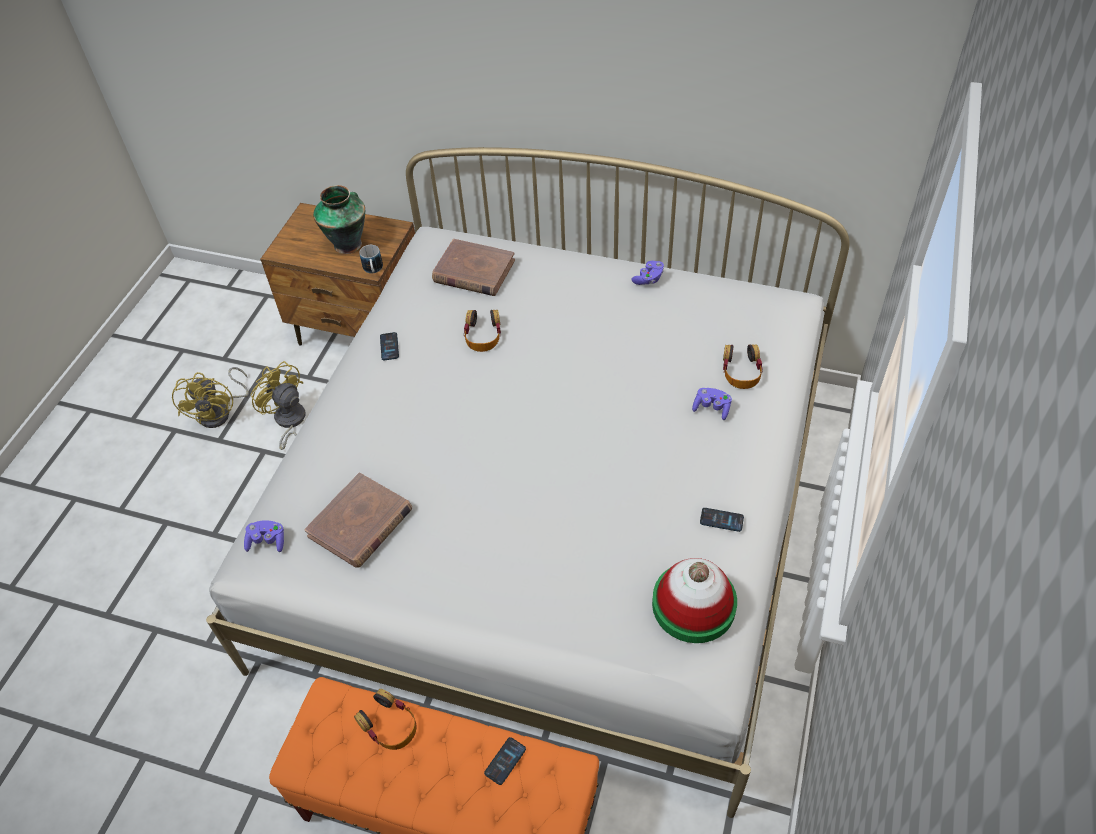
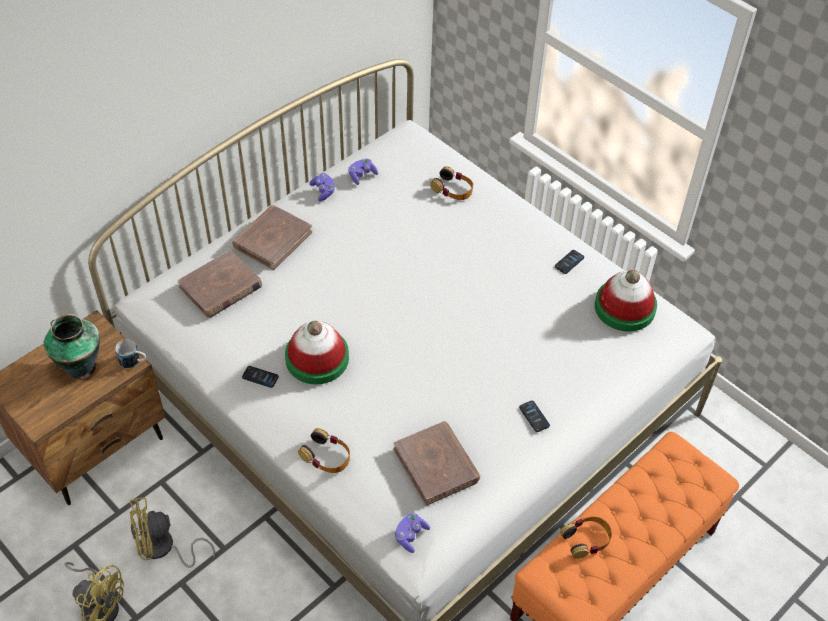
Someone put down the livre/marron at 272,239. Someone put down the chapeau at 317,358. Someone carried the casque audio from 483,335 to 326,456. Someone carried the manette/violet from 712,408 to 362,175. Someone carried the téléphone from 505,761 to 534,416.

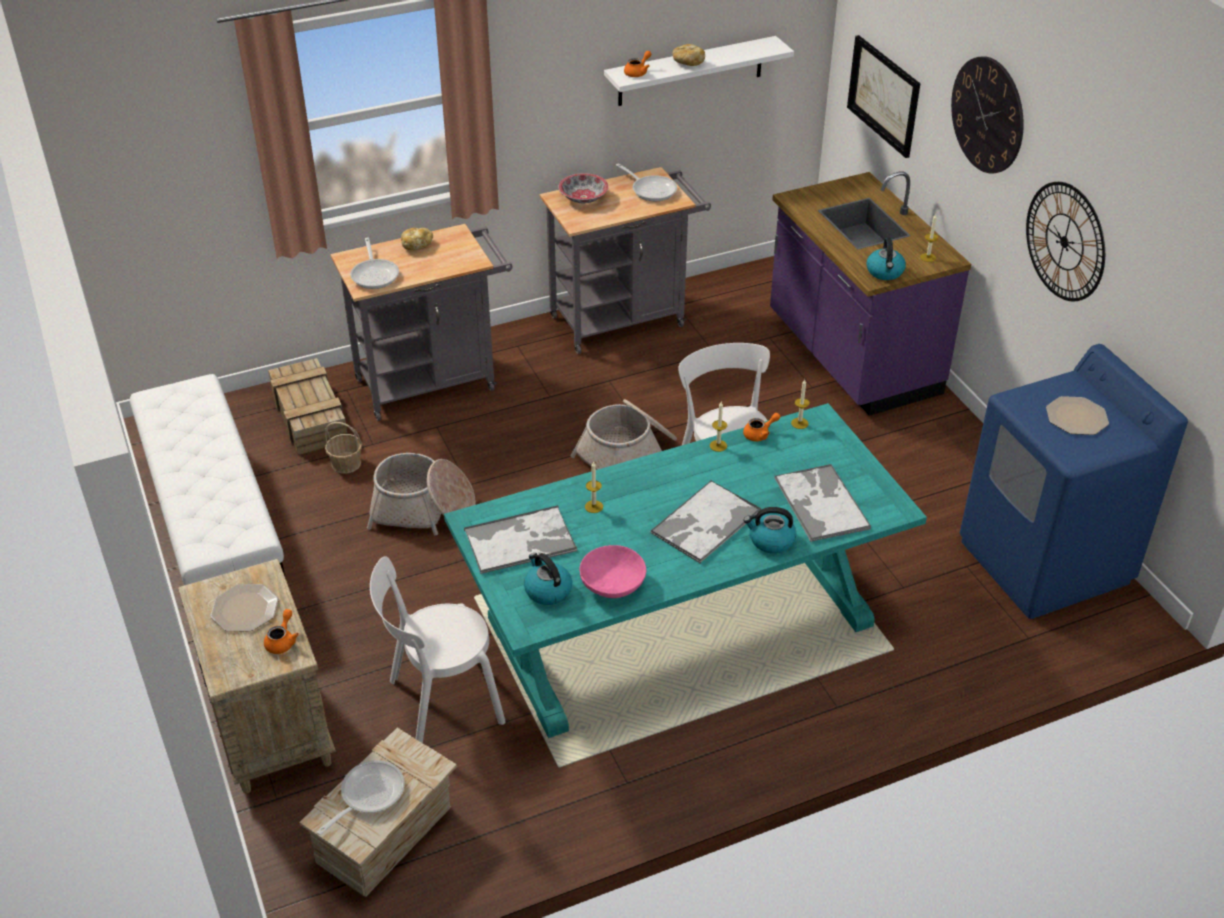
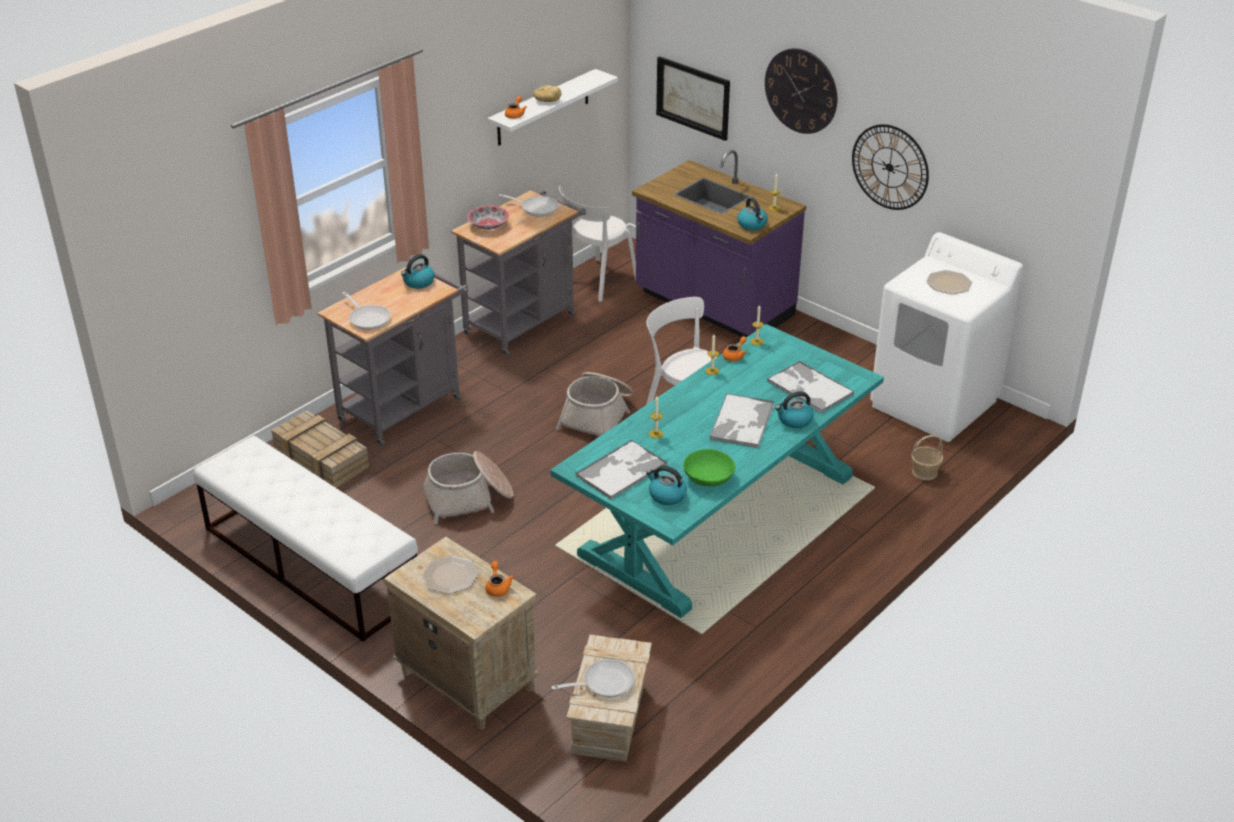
Someone put down the bouilloire at 418,282. Someone rotated the poêle at 368,795 by 60 degrees clockwise. Someone carried the chaise/blanc from 440,703 to 596,281. Someone repainted the bol/rose at 613,584, which became the bol/vert at 709,478. Someone repainted the lave-linge/bleu at 1045,562, which became the lave-linge/blanc at 934,404. Someone carried the panier from 346,463 to 925,472. Someone took away the pain at 417,245.

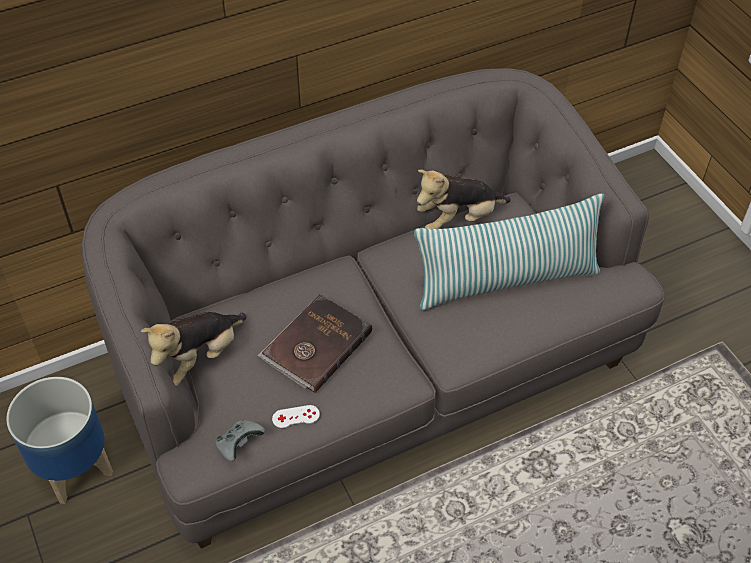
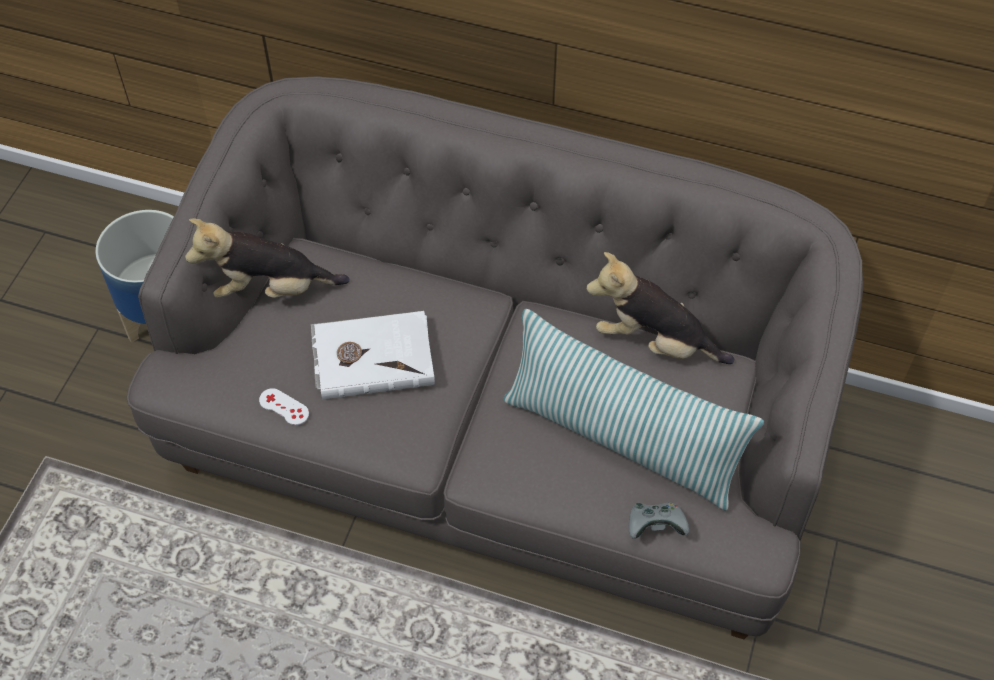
Someone repainted the livre/marron at 315,345, which became the livre/blanc at 372,356. Someone carried the manette/gris from 239,445 to 655,527.

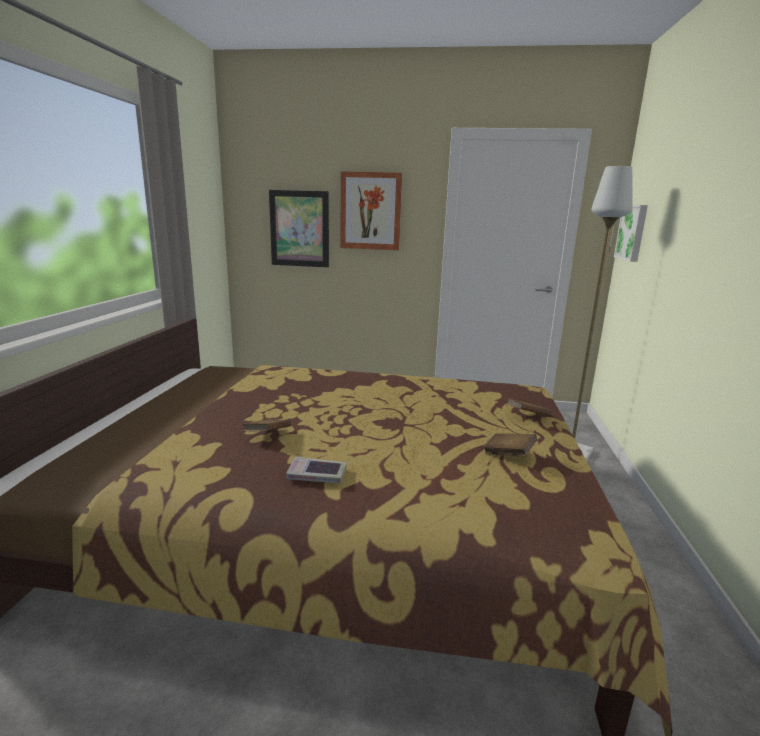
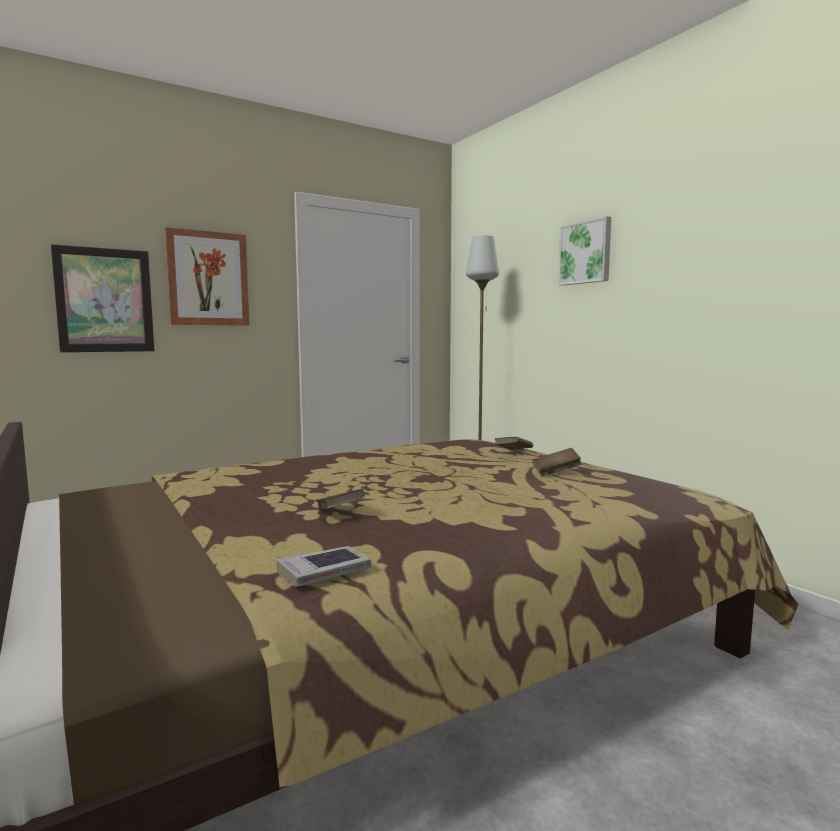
Someone carried the livre from 317,475 to 324,573. Someone carried the tableau from 632,233 to 585,253.

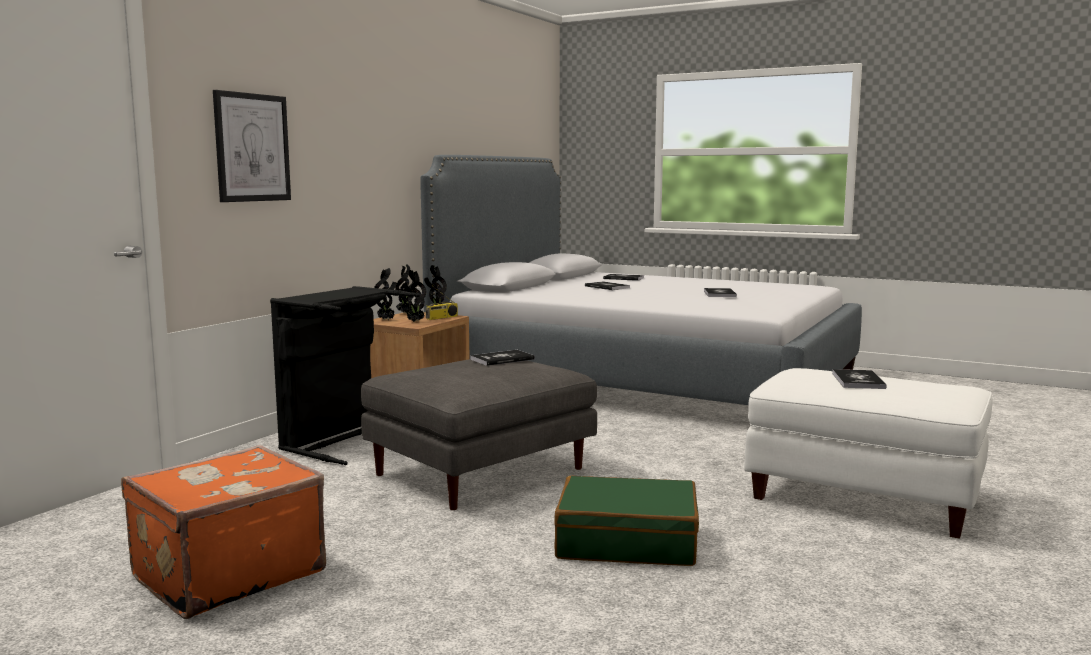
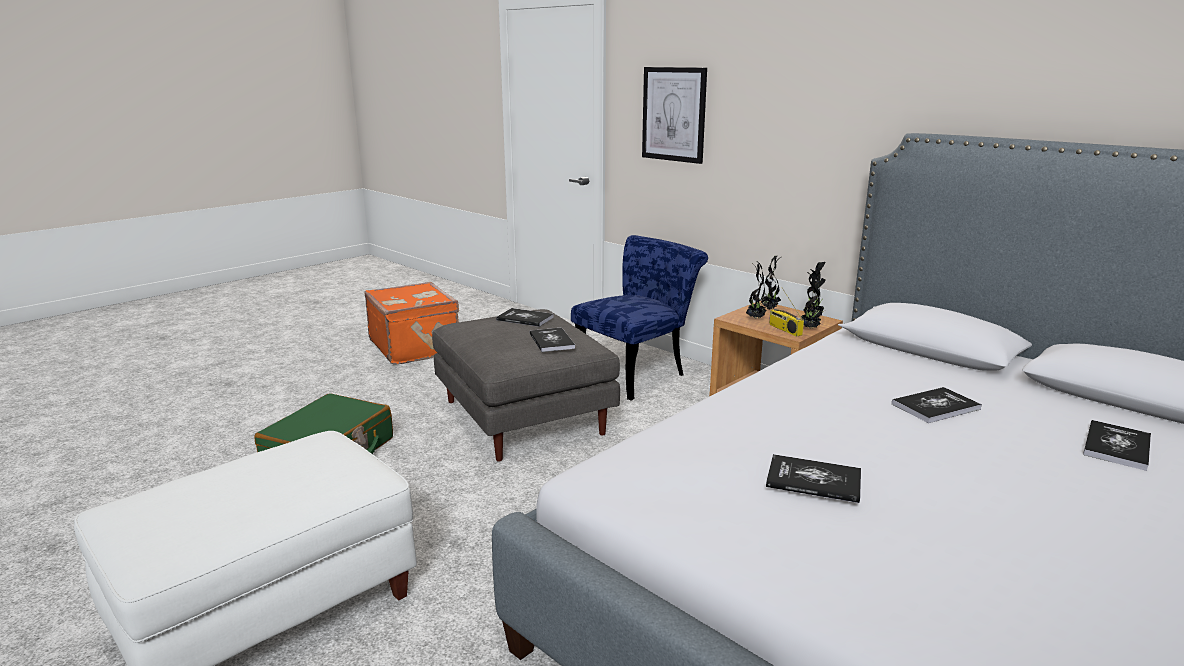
Someone carried the livre from 858,381 to 525,318. Someone swapped the panier à linge/noir at 342,441 for the chaise/bleu at 637,373.

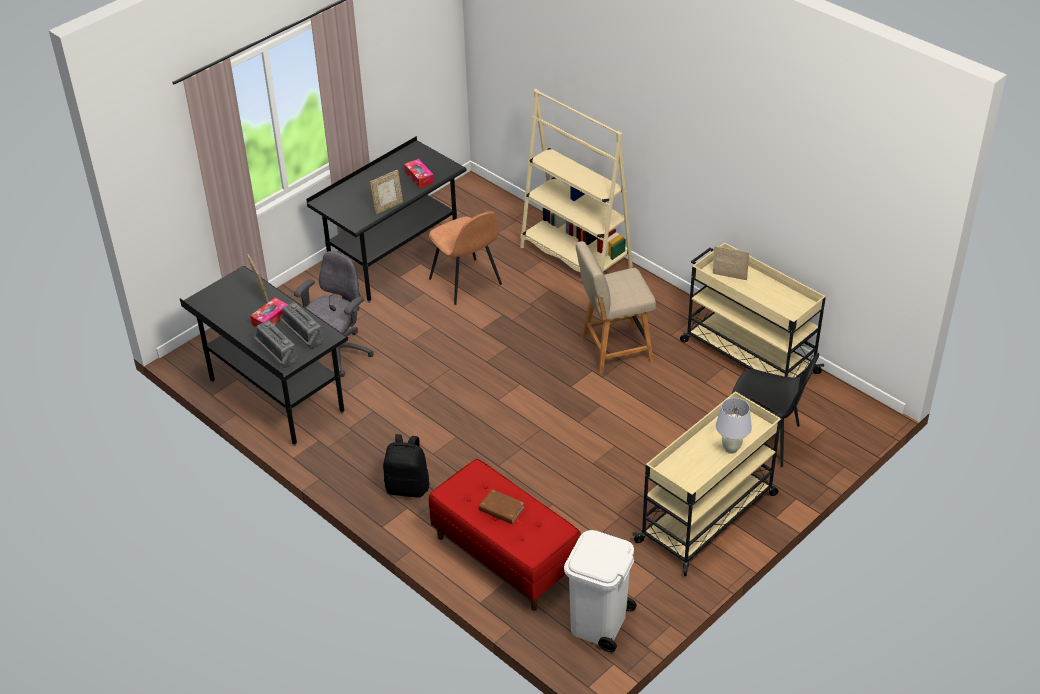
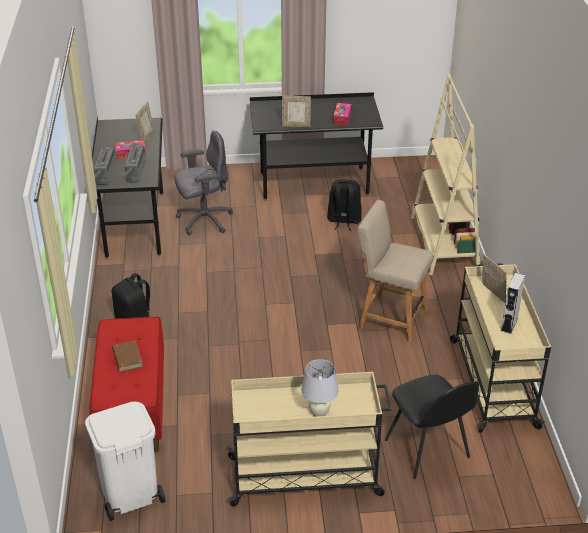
Someone swapped the chaise/marron at 466,283 for the sac à dos/noir at 343,220. Someone put down the enceinte/gris at 509,324.

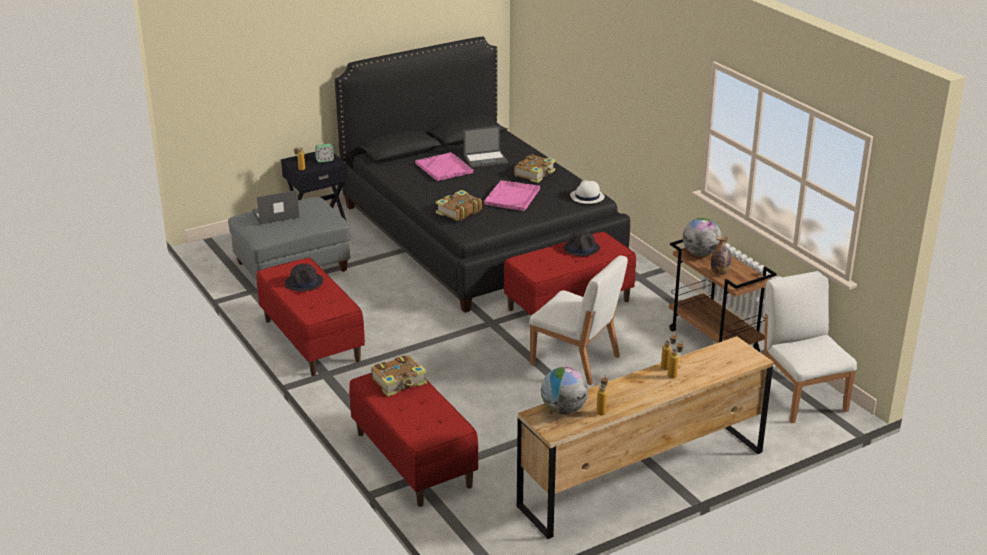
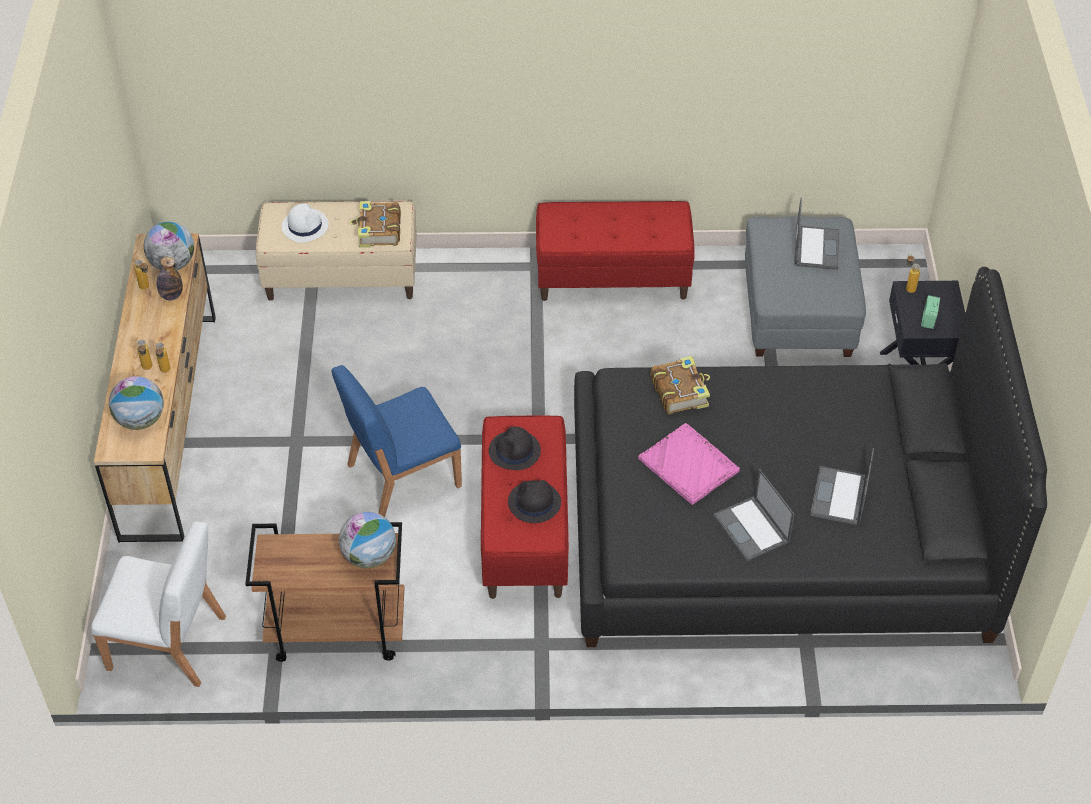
Someone put down the globe at 140,420. Someone carried the bouteille from 720,273 to 171,295. Someone repainted the banc/rouge at 412,459, which became the banc/beige at 342,276. Someone carried the chapeau/blanc from 587,197 to 305,226. Someone repainted the chaise/blanc at 576,361, which became the chaise/bleu at 402,475. Someone carried the chapeau/noir from 304,282 to 514,451. Someone swapped the livre at 535,174 for the ordinateur portable at 752,529. Someone took away the plateau/rose at 444,168.

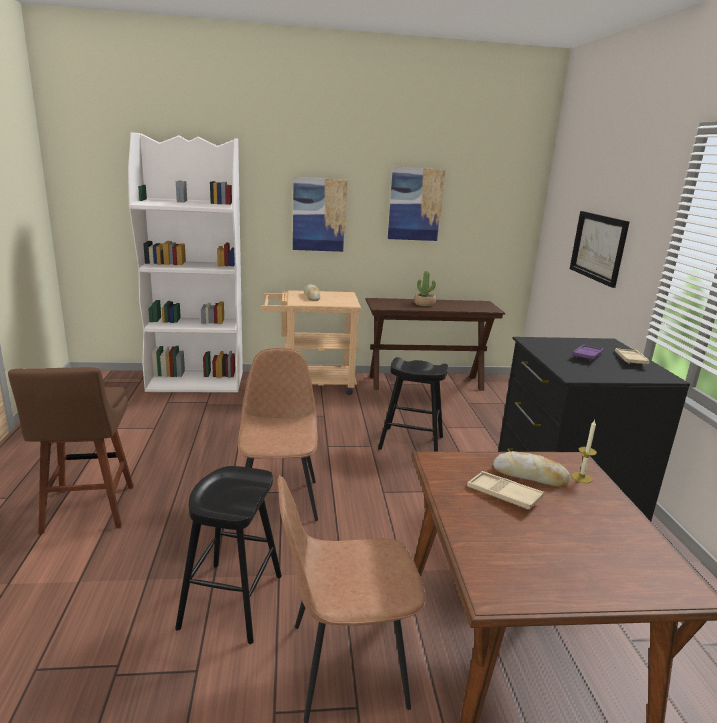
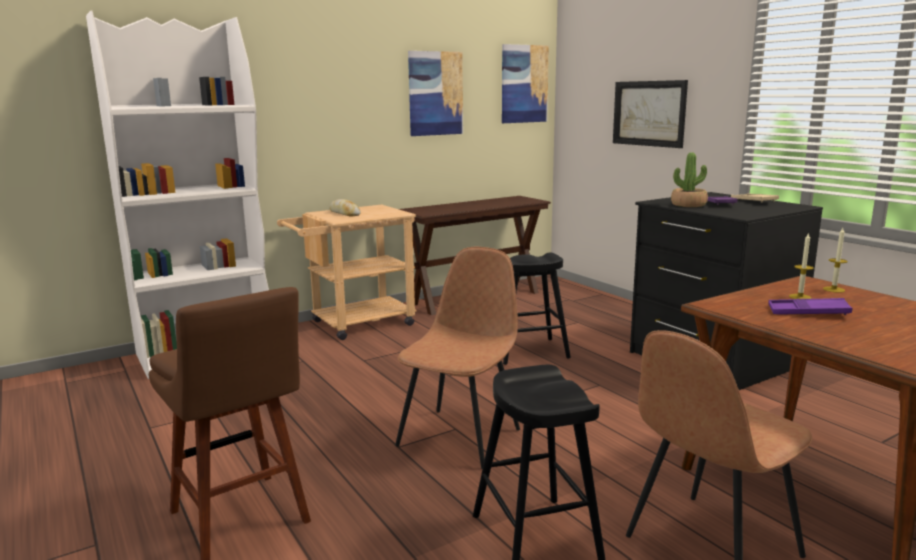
Someone rotated the chaise/marron at 278,499 by 60 degrees clockwise. Someone carried the tableau from 319,215 to 524,84. Someone carried the plante en pot from 424,304 to 688,205. Someone repainted the plateau/beige at 503,494, which became the plateau/violet at 808,312. Someone swapped the pain at 530,476 for the bougie at 800,297.

